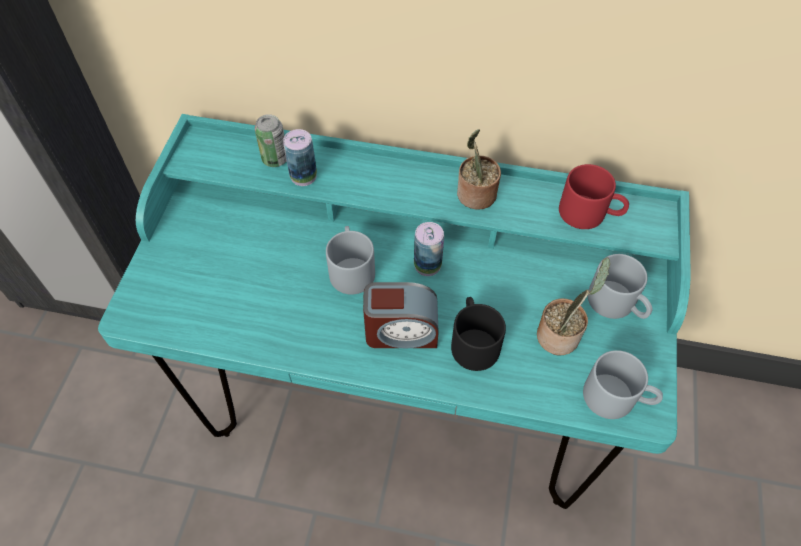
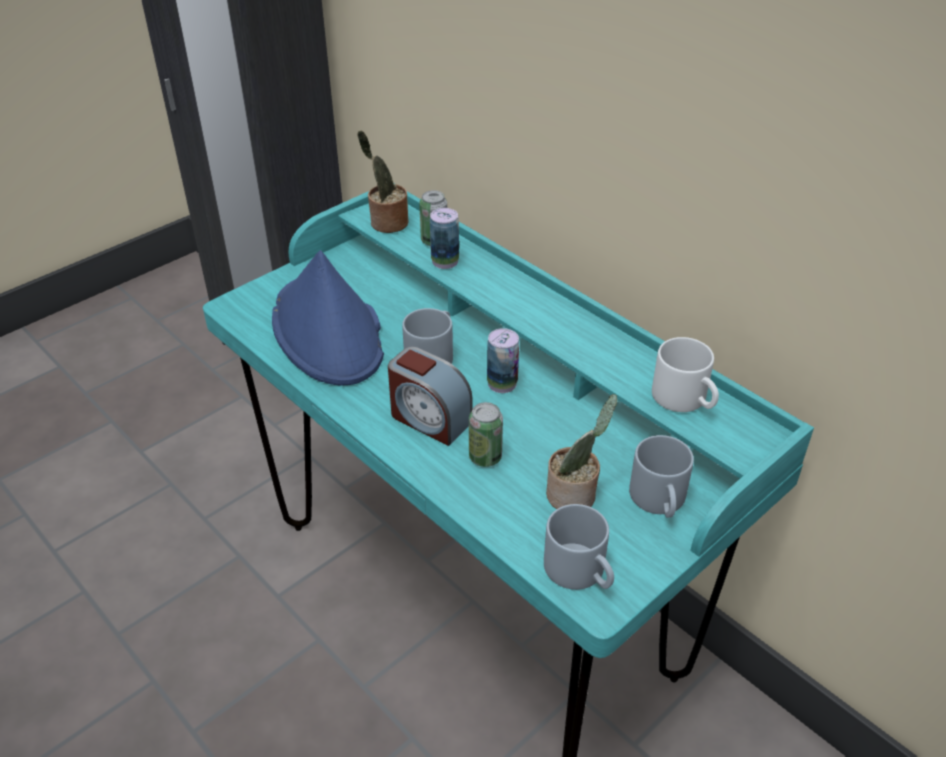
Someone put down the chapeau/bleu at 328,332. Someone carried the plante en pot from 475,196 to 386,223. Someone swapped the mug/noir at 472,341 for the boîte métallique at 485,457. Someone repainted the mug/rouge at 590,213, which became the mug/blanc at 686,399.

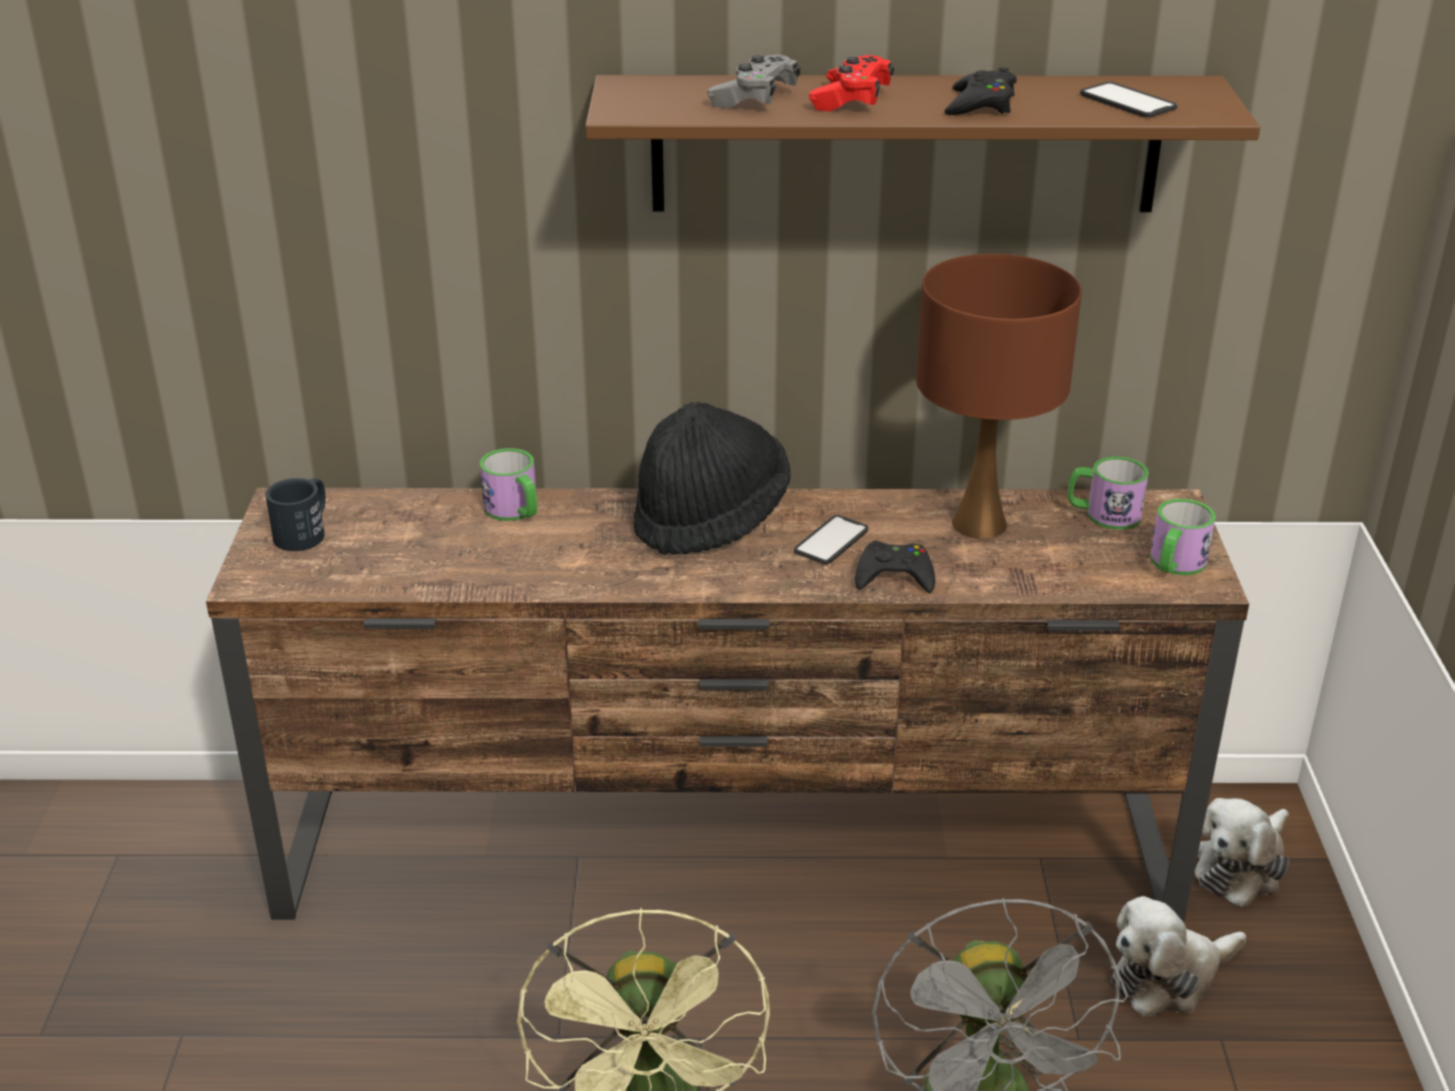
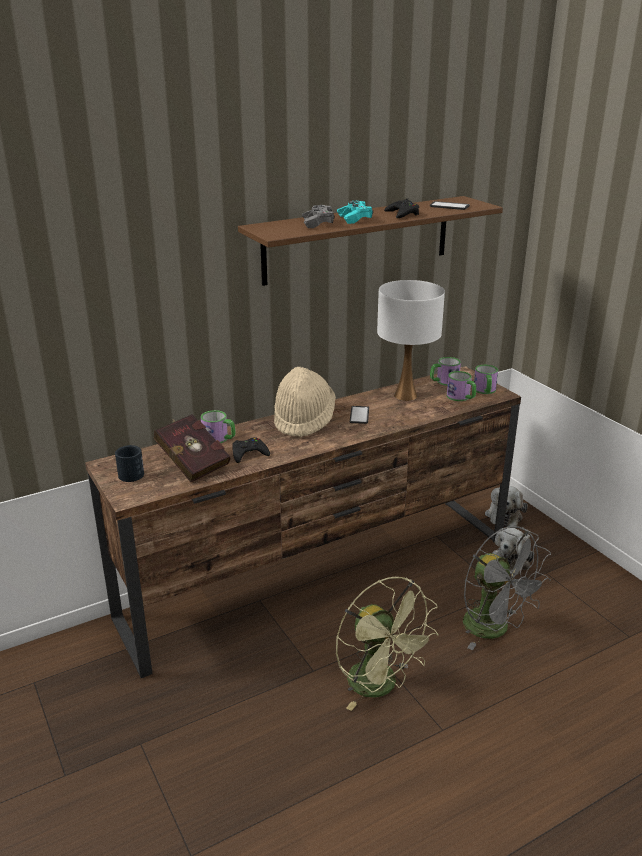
Someone put down the livre/rouge at 192,462. Someone carried the manette/noir from 894,576 to 249,454. Someone repainted the chapeau/noir at 710,518, which became the chapeau/beige at 304,420. Someone repainted the manette/rouge at 851,100, which became the manette/turquoise at 354,219. Someone repainted the lampe de table/marron at 979,524, which became the lampe de table/blanc at 405,396. Someone put down the mug at 461,397.

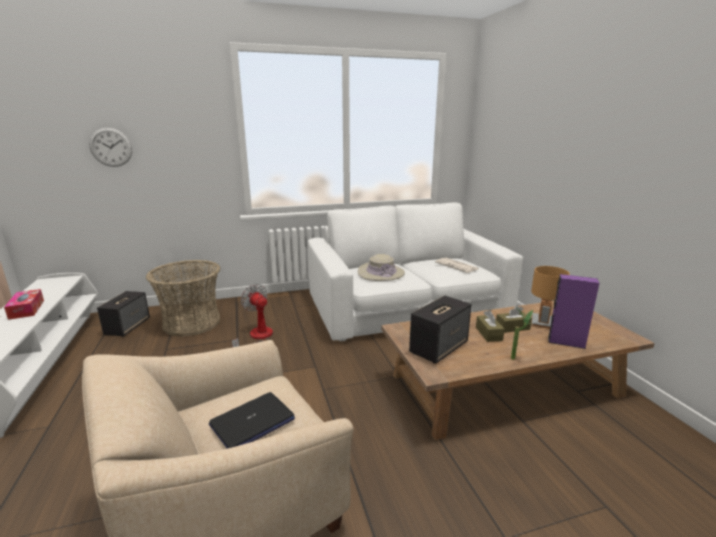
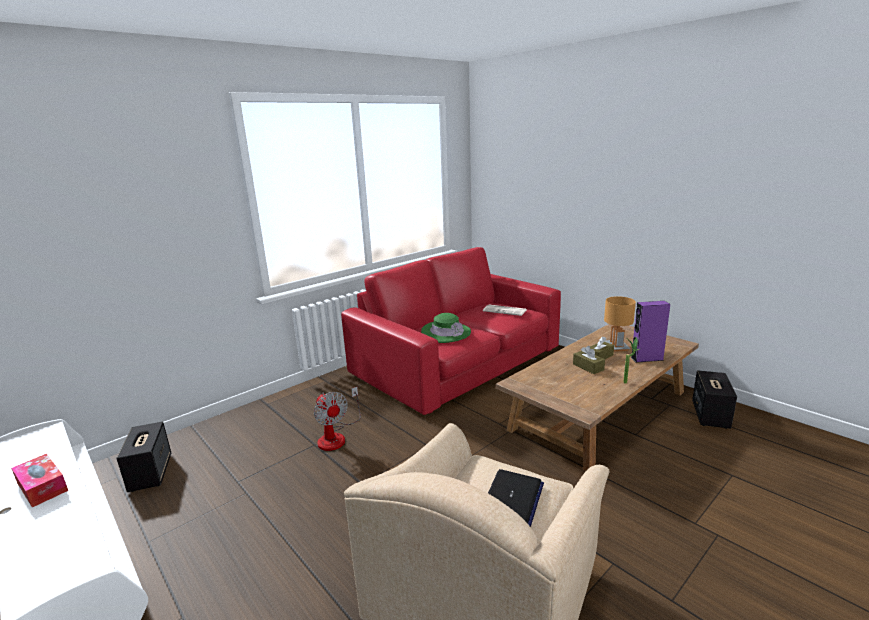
Someone rotated the ventilateur at 257,338 by 150 degrees counterclockwise. Someone repainted the canapé/blanc at 407,307, which became the canapé/rouge at 458,362. Someone repainted the chapeau/beige at 381,273, which became the chapeau/vert at 446,333. Someone carried the enceinte from 439,347 to 710,414. Someone took away the horloge murale at 111,147. Someone took away the panier at 192,323.

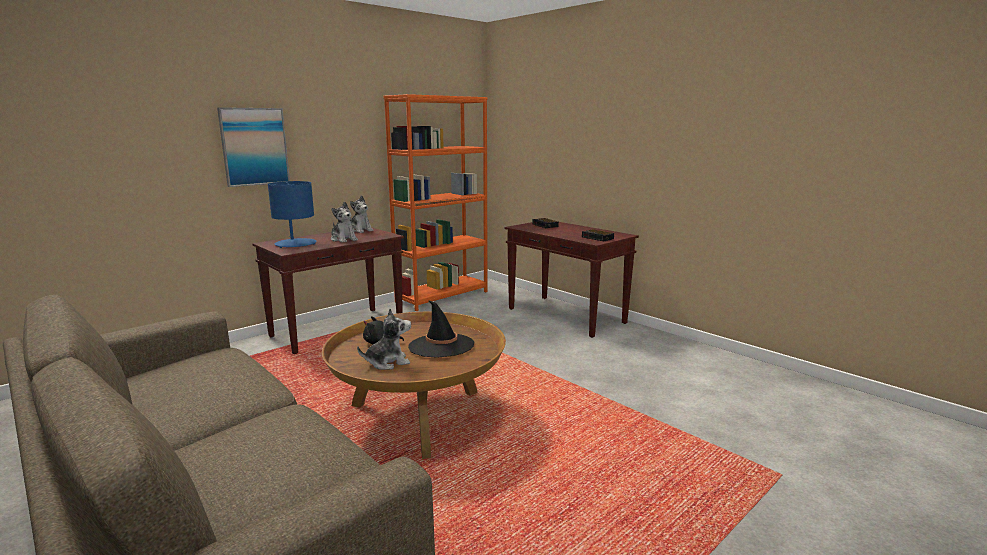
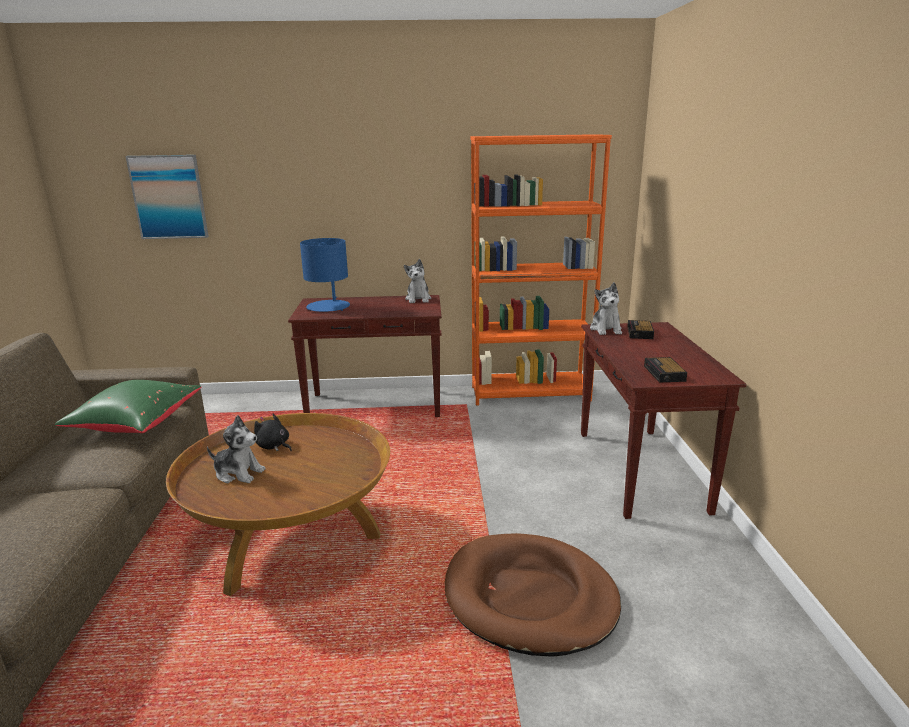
Someone put down the coussin/vert at 135,424. Someone carried the tableau from 254,146 to 169,197. Someone put down the panier pour chien/marron at 530,598. Someone carried the peluche from 343,239 to 606,329. Someone took away the chapeau/noir at 441,346.

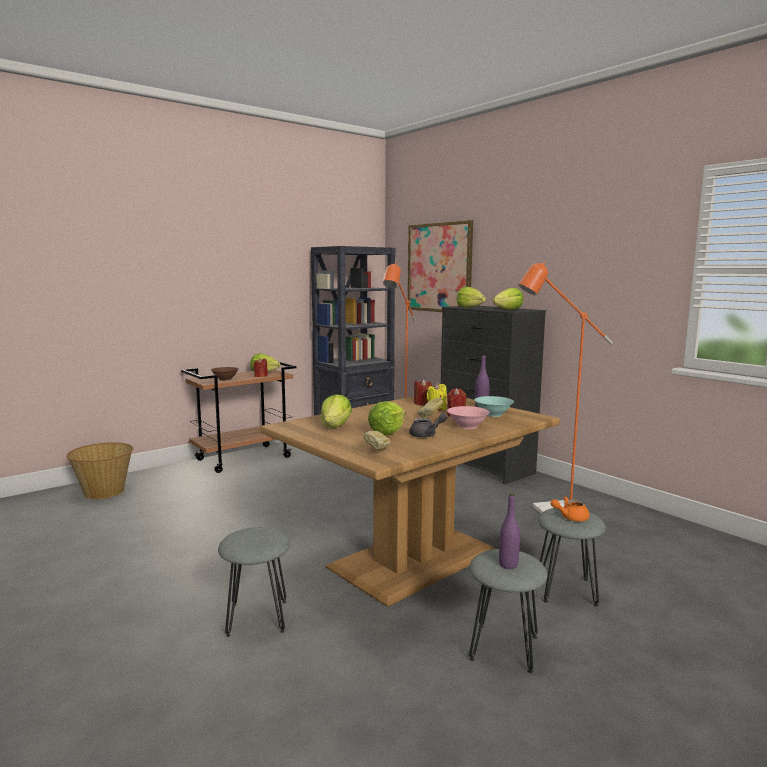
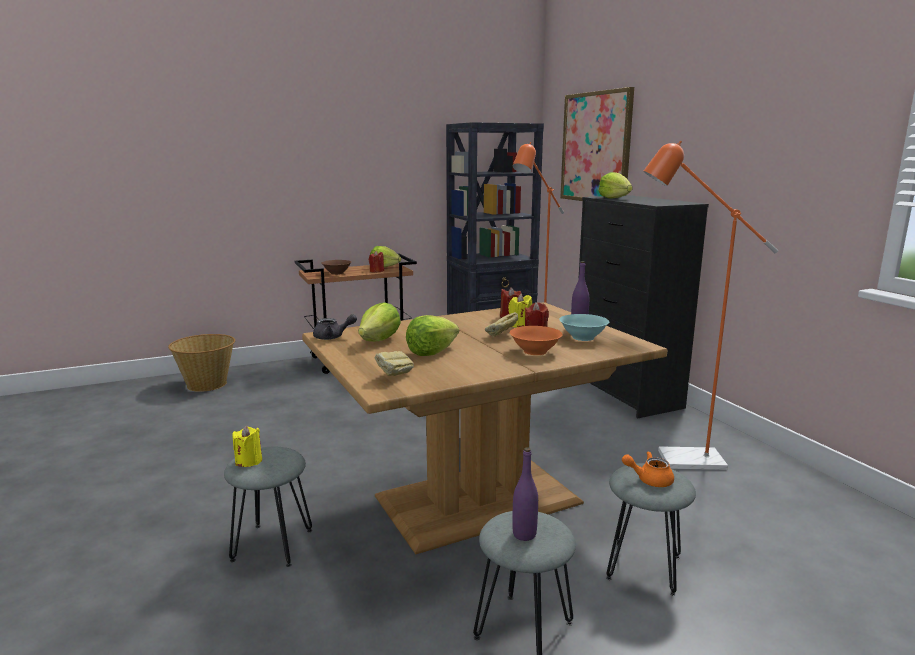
Someone put down the bougie/jaune at 248,461. Someone carried the théière/gris from 427,435 to 333,337. Someone repainted the bol/rose at 467,426, which became the bol/orange at 535,351. Someone took away the laitue at 508,309.

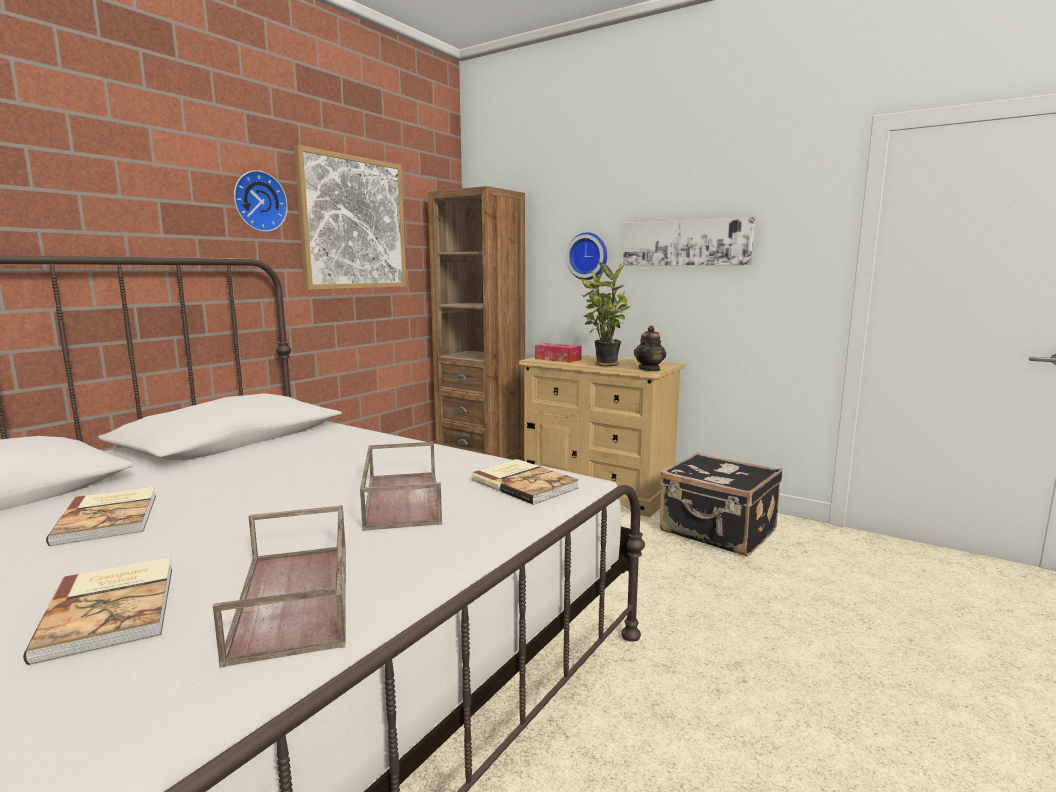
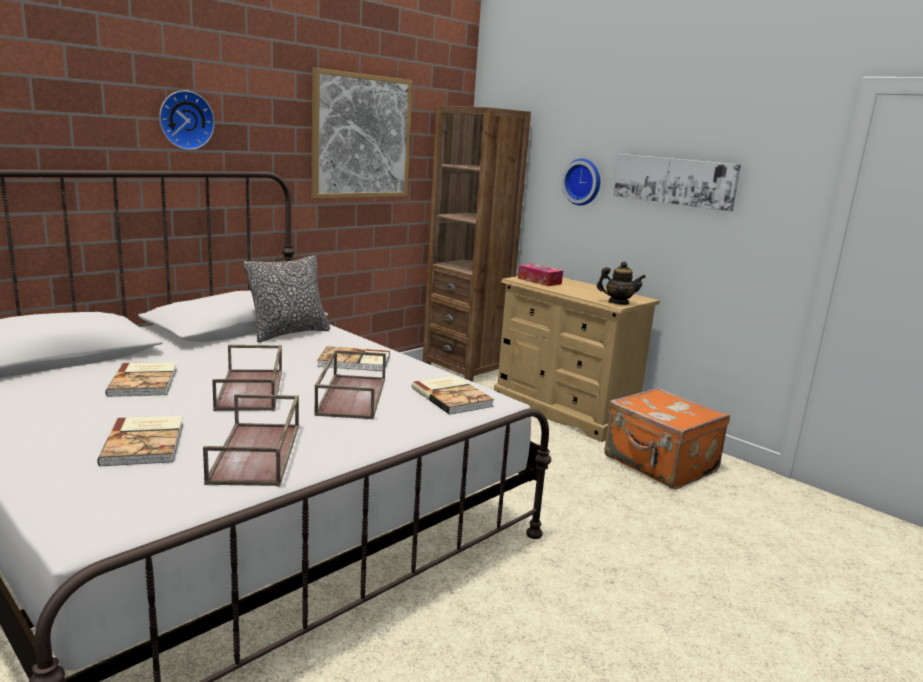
Someone carried the horloge murale from 258,201 to 185,120. Someone put down the plateau/marron at 251,390. Someone put down the coussin at 288,333. Someone put down the livre at 355,362. Someone rotated the théière at 649,369 by 120 degrees counterclockwise. Someone repainted the valise/noir at 717,532, which became the valise/orange at 659,465. Someone took away the plante en pot at 604,365.

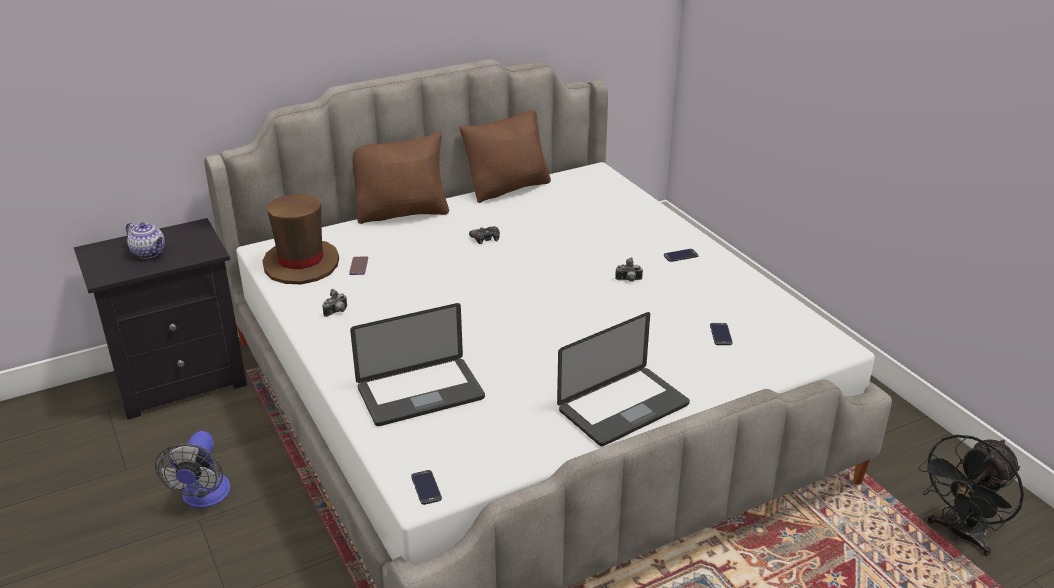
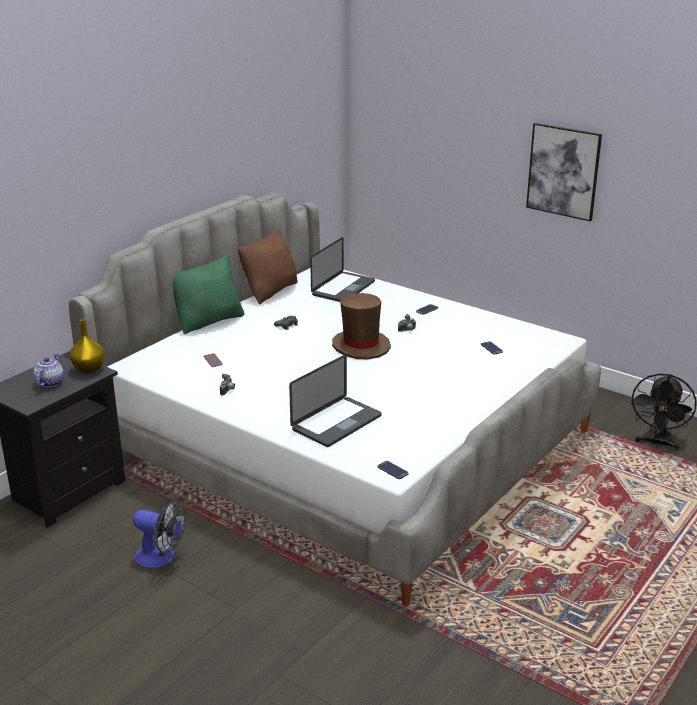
Someone rotated the théière at 149,253 by 90 degrees counterclockwise. Someone put down the vase/jaune at 89,369. Someone rotated the ventilateur at 204,497 by 45 degrees counterclockwise. Someone repainted the coussin/marron at 402,213, which became the coussin/vert at 209,321. Someone carried the ordinateur portable from 623,408 to 343,288. Someone carried the chapeau/marron from 301,264 to 361,346. Someone put up the tableau at 563,171.

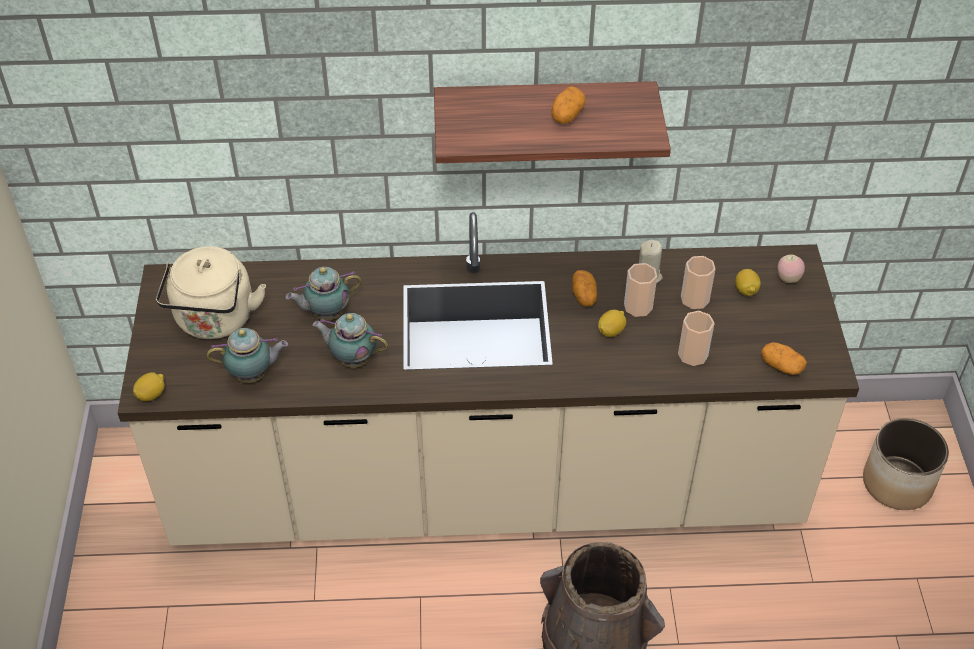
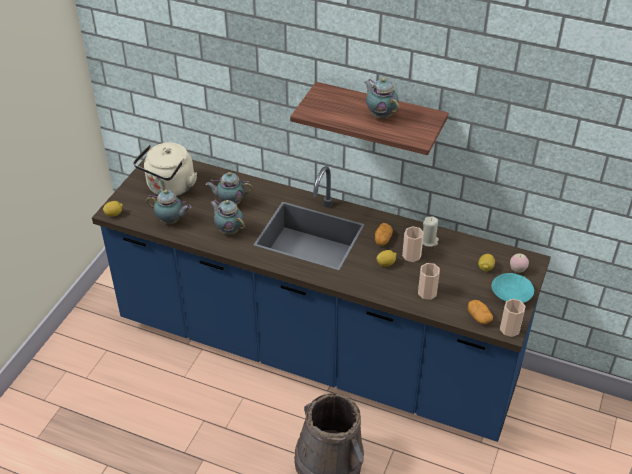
Someone repainted the comptoir de cuisine/beige at 487,489, which became the comptoir de cuisine/bleu at 316,353. Someone swapped the pomme de terre at 567,115 for the théière at 380,115. Someone put down the bol/turquoise at 511,294. Someone carried the tasse from 695,299 to 509,329. Someone took away the cache-pot at 896,484.

